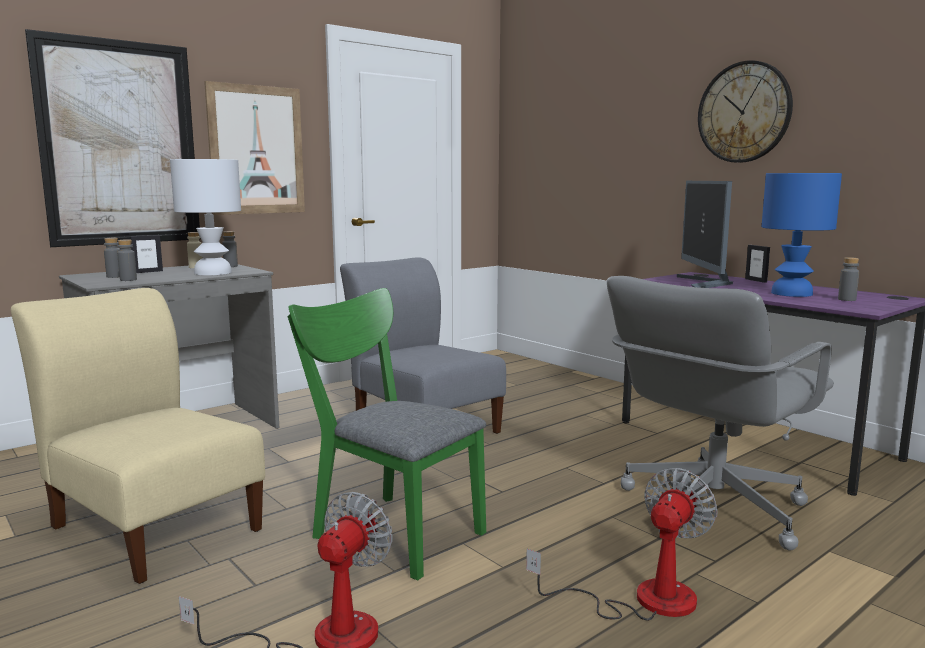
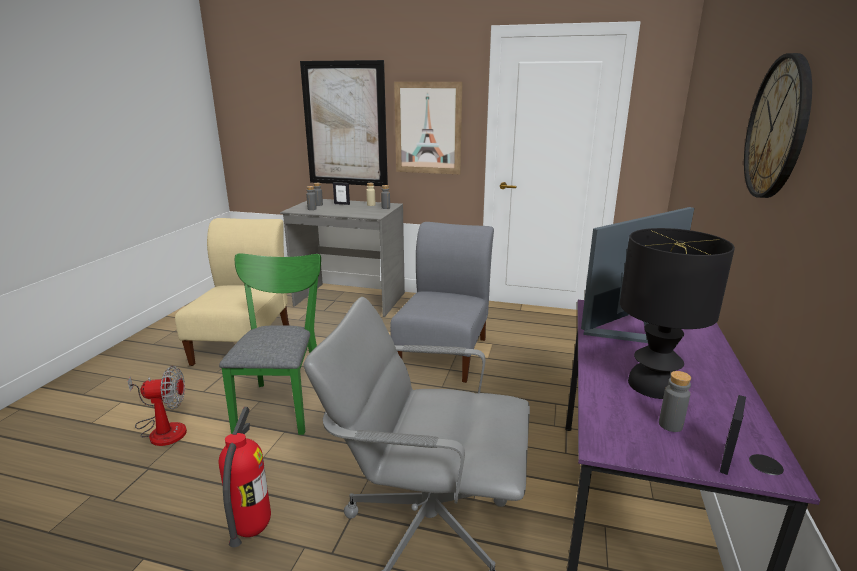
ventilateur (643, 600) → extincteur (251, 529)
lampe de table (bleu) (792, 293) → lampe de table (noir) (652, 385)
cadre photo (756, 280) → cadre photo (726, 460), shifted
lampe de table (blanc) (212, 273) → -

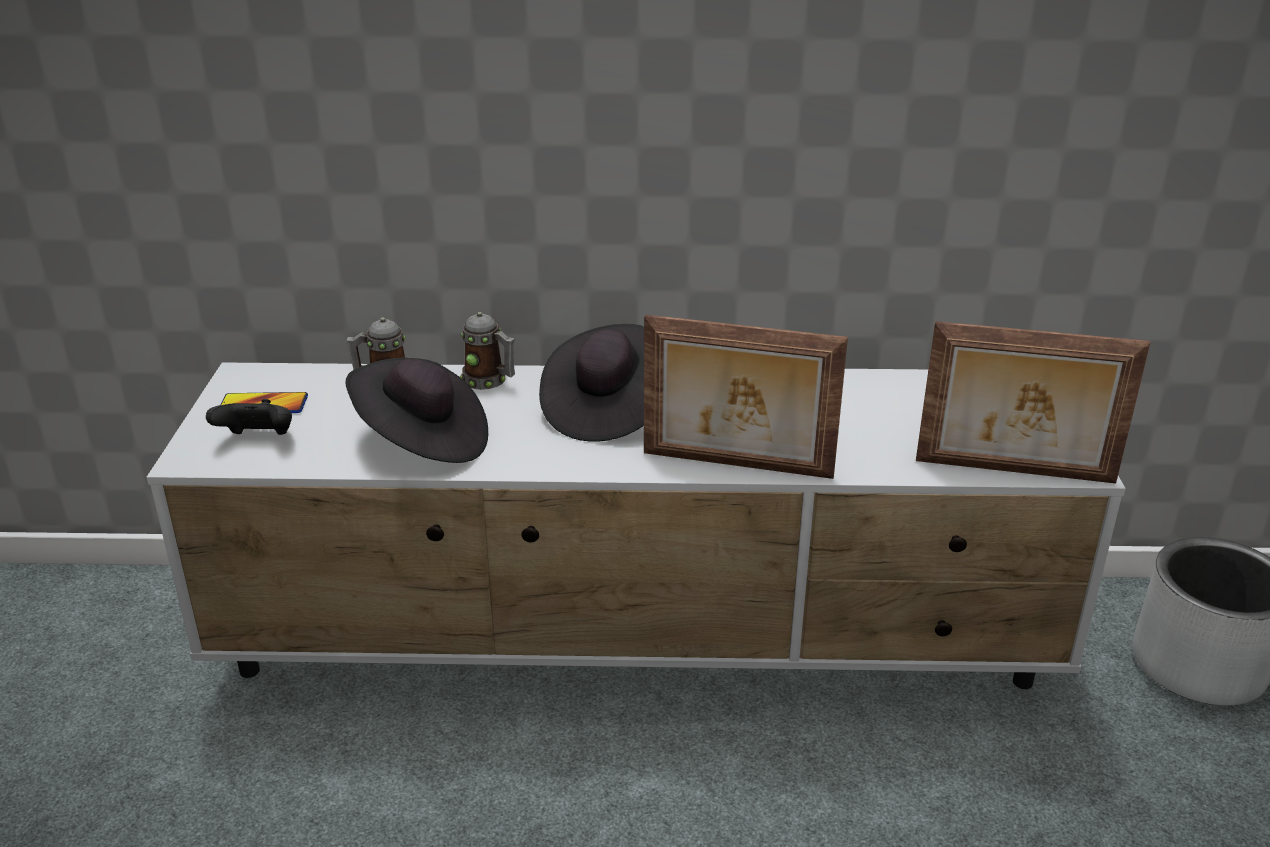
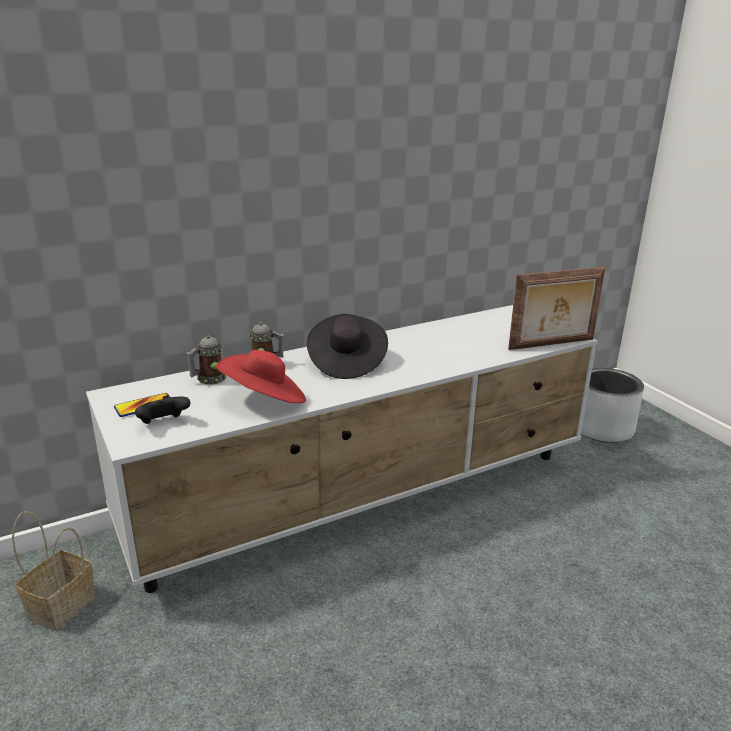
- → panier (61, 607)
chapeau (noir) (422, 441) → chapeau (rouge) (264, 399)
cadre photo (736, 466) → -

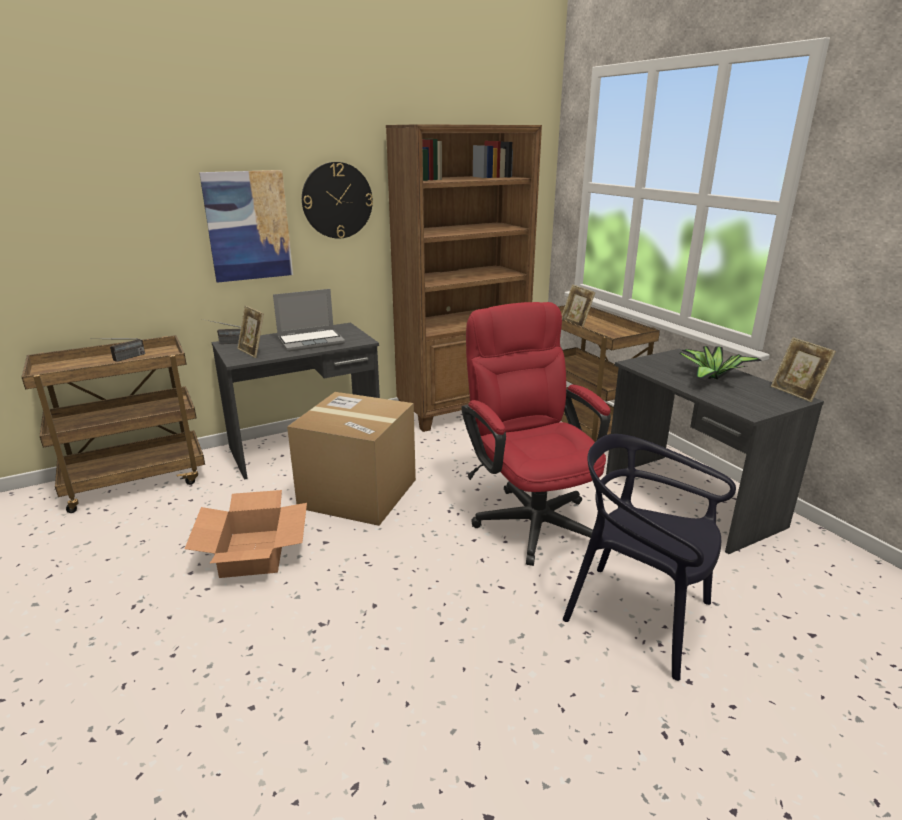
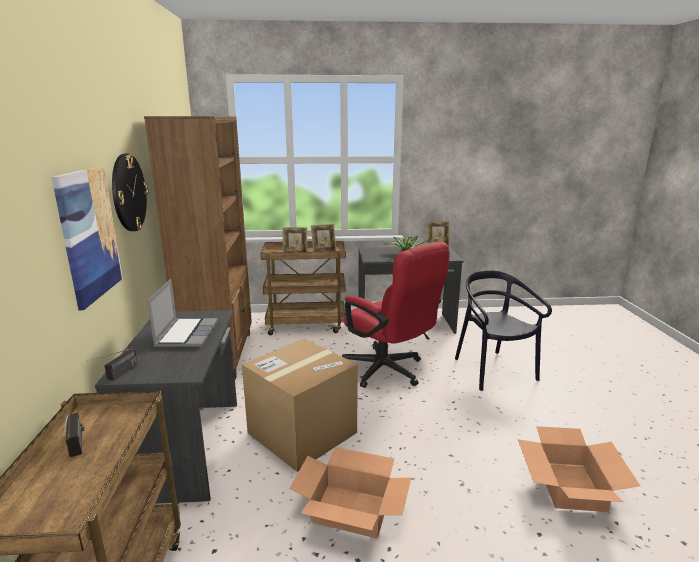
cadre photo (253, 352) → cadre photo (324, 251), shifted
chaise de bureau (rouge) (530, 516) → chaise de bureau (rouge) (389, 372), 135 degrees counterclockwise
chaise (noir) (638, 616) → chaise (noir) (493, 370), 105 degrees clockwise
- → carton (570, 486)

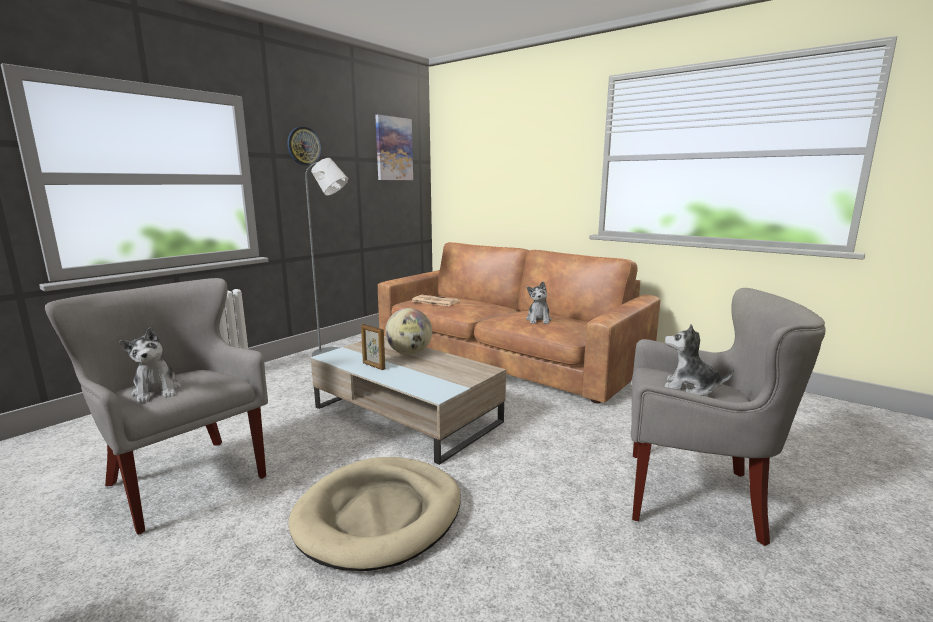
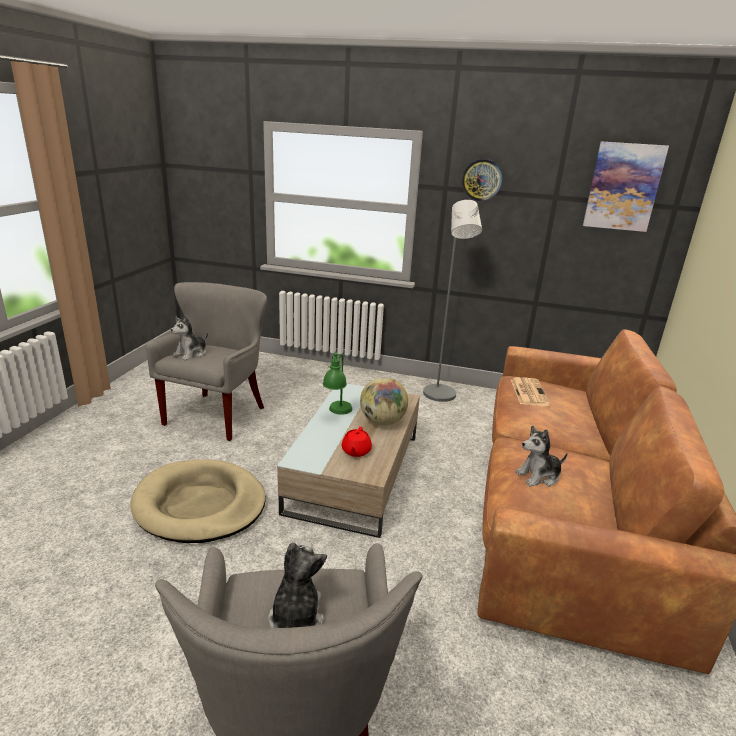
cadre photo (373, 366) → lampe de table (vert) (337, 413)
- → théière (rouge) (356, 451)

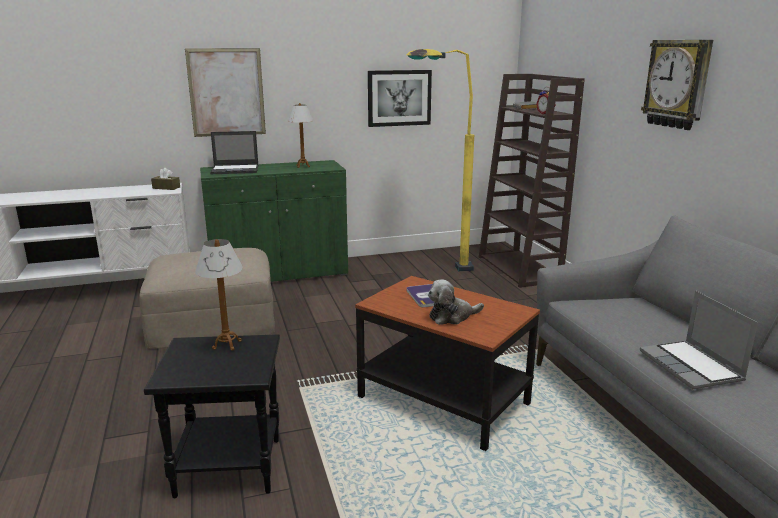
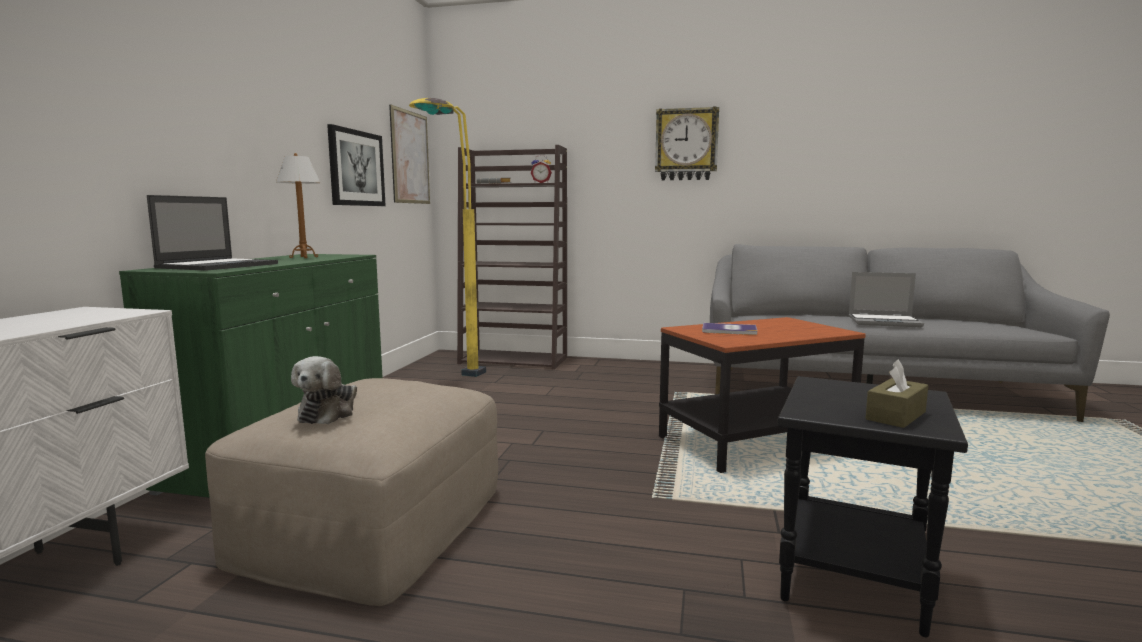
peluche (452, 316) → peluche (329, 413), shifted
tableau (226, 92) → tableau (410, 157), shifted
boîte à mouchoirs (marron) (166, 188) → boîte à mouchoirs (marron) (896, 415), shifted
lampe de table (227, 345) → -

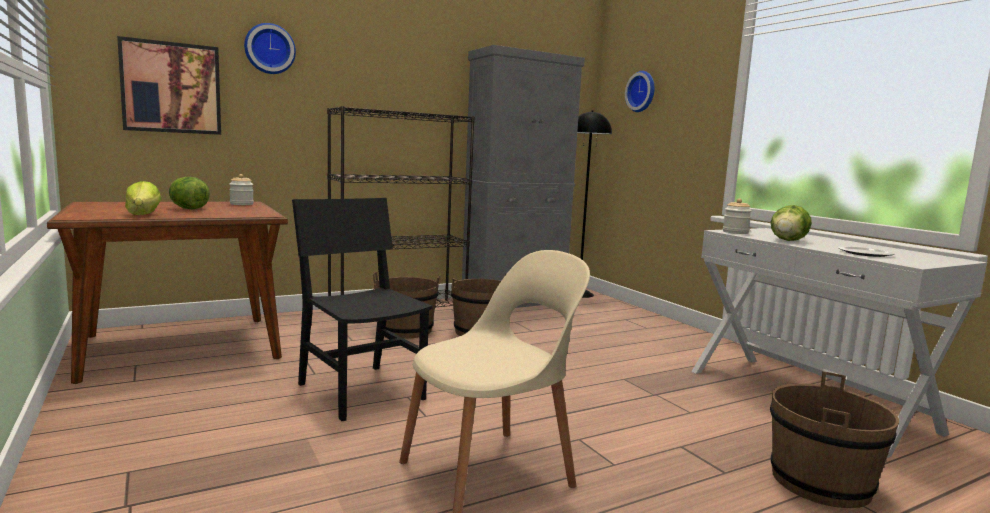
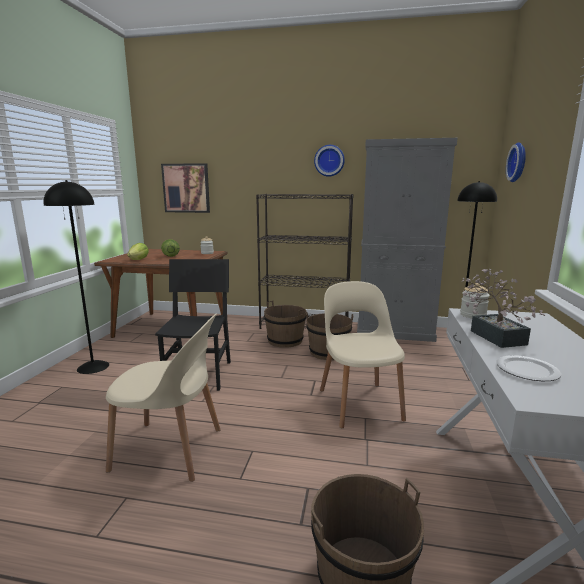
- → lampadaire (noir) (93, 367)
horloge murale (269, 49) → horloge murale (329, 160), shifted
- → chaise (beige) (359, 403)
laitue (788, 241) → plante en pot (494, 335)

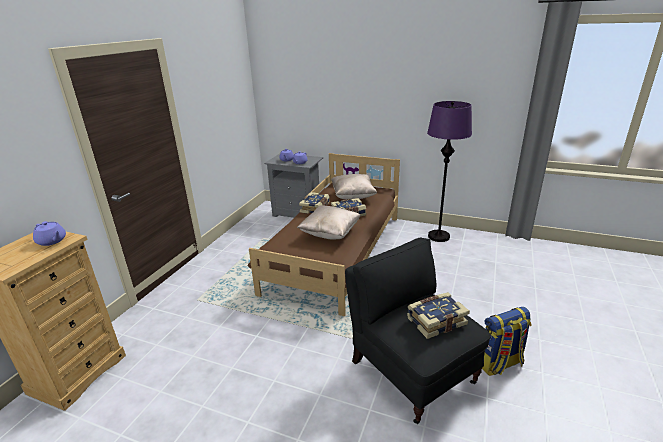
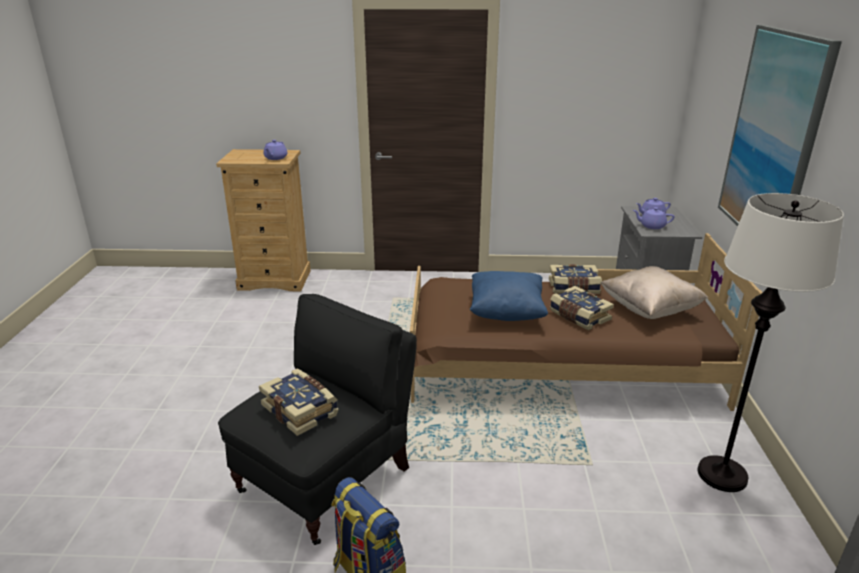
coussin (beige) (330, 233) → coussin (bleu) (506, 312)
lampadaire (violet) (439, 236) → lampadaire (blanc) (722, 475)
- → tableau (772, 138)

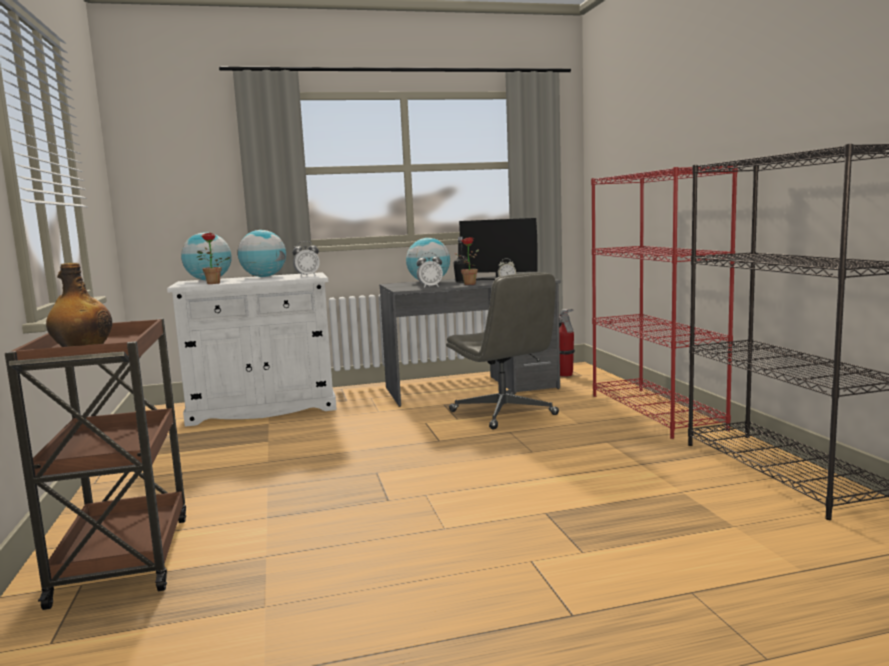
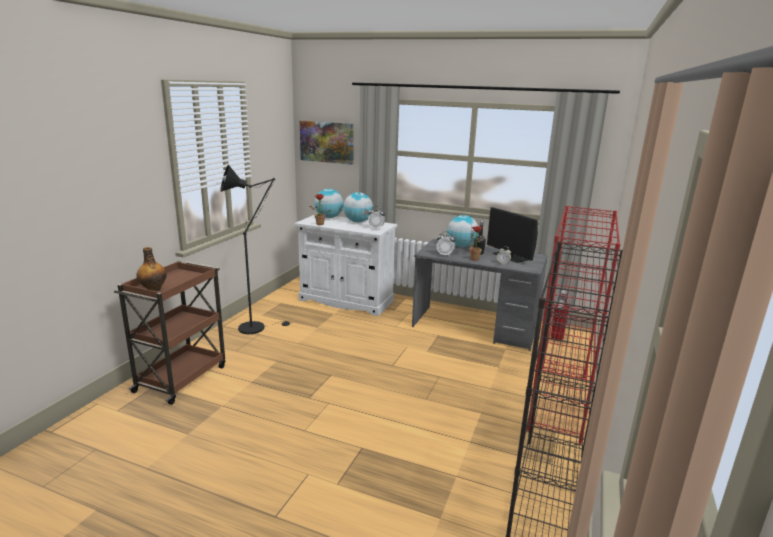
- → lampadaire (noir) (256, 327)
- → tableau (327, 142)
chaise de bureau (gris) (504, 413) → -

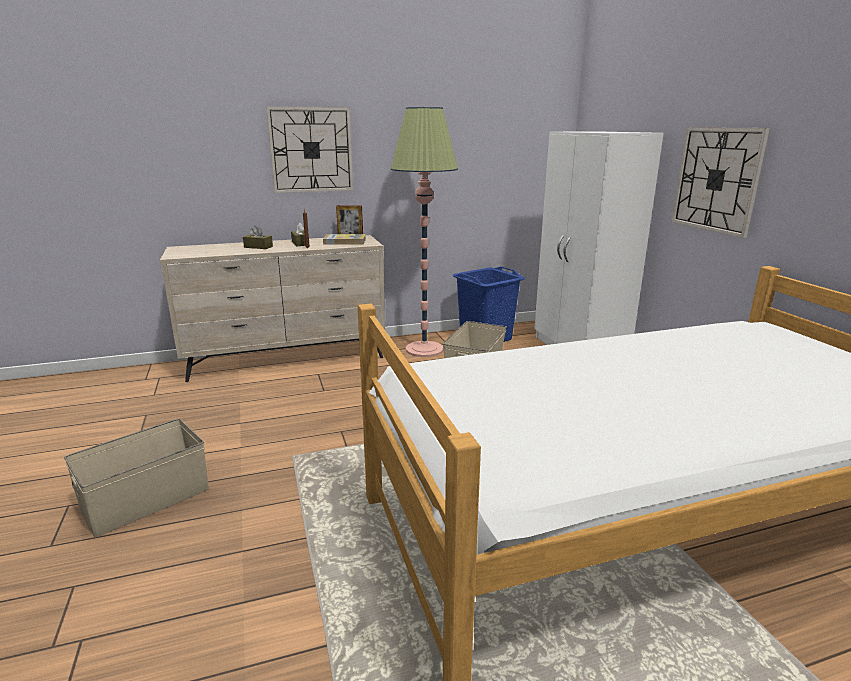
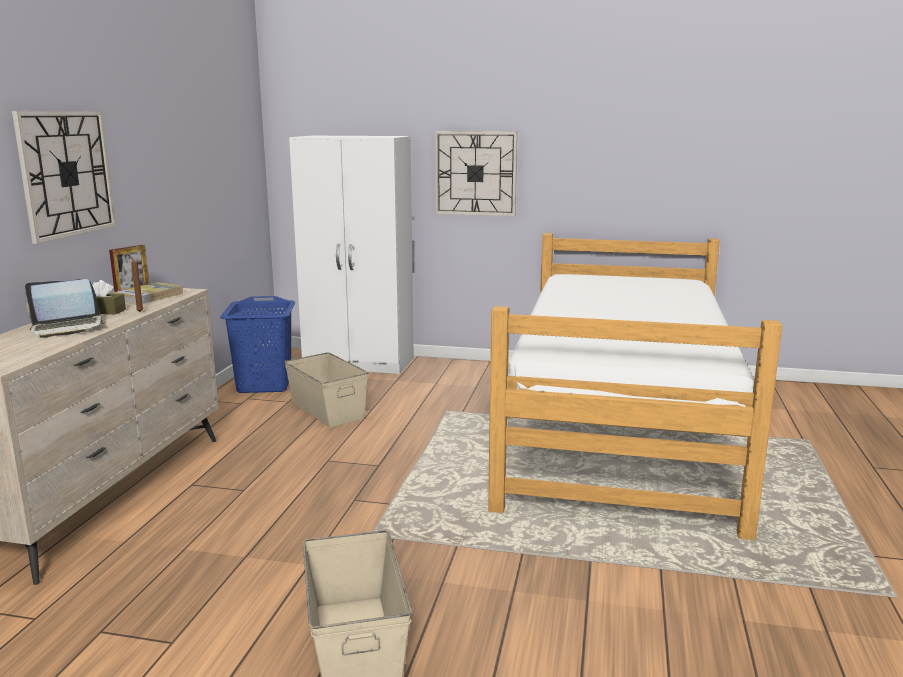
boîte à mouchoirs (marron) (258, 247) → ordinateur portable (68, 328)
lampadaire (424, 349) → -

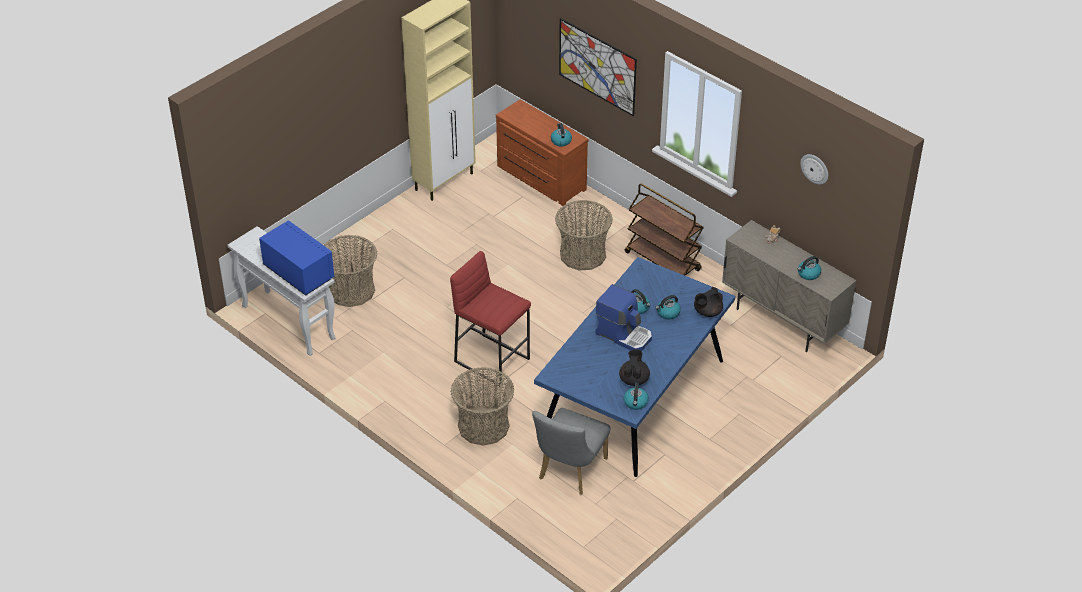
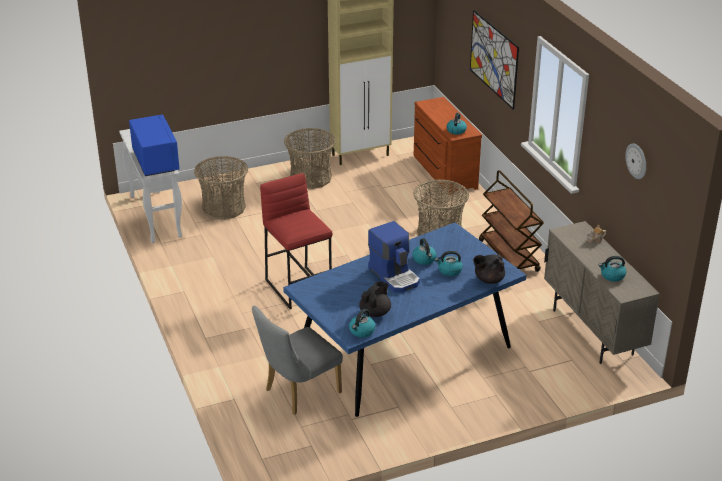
panier (483, 426) → panier (311, 178), shifted

